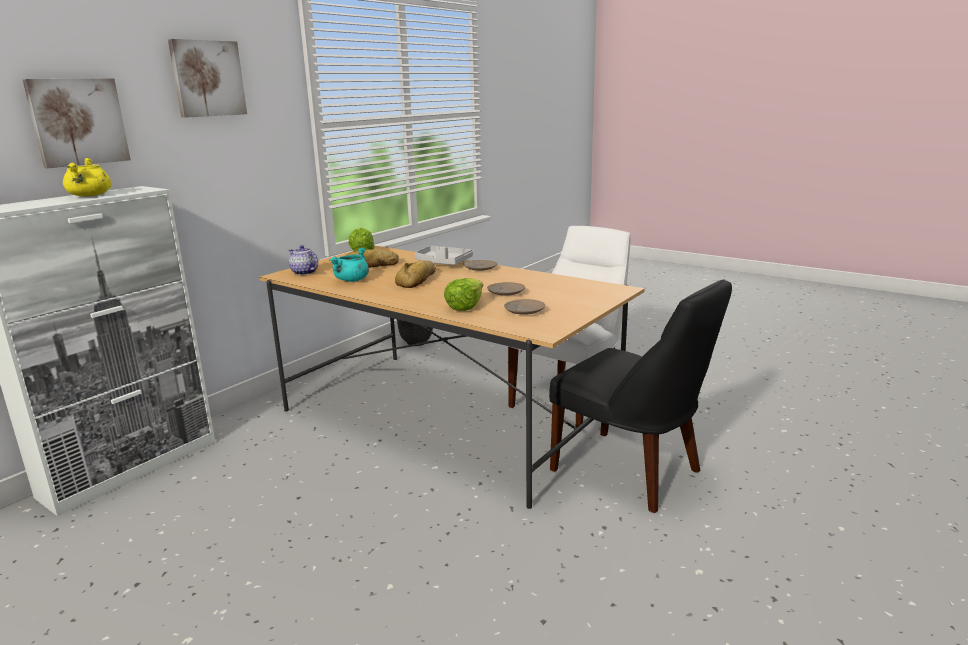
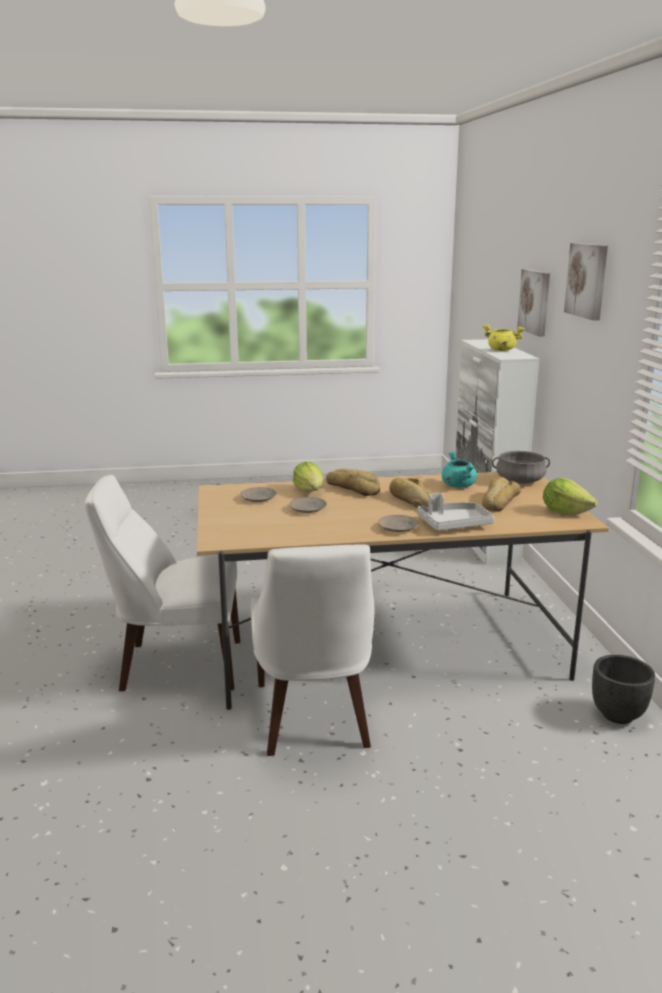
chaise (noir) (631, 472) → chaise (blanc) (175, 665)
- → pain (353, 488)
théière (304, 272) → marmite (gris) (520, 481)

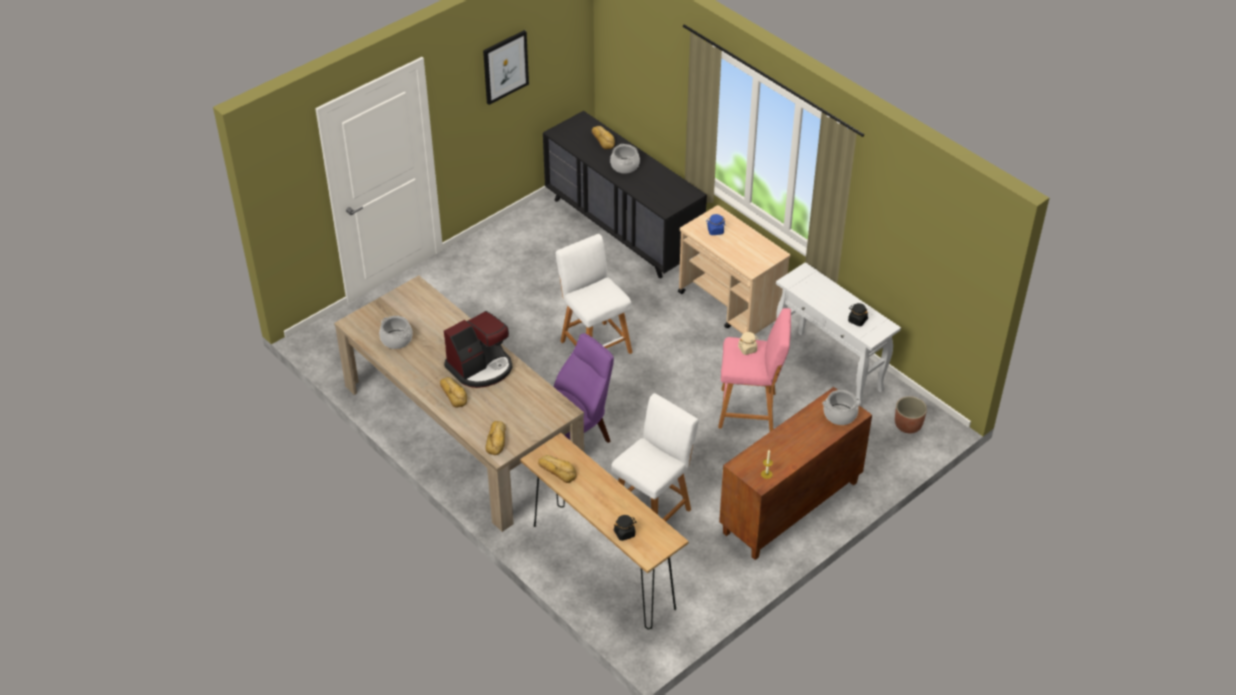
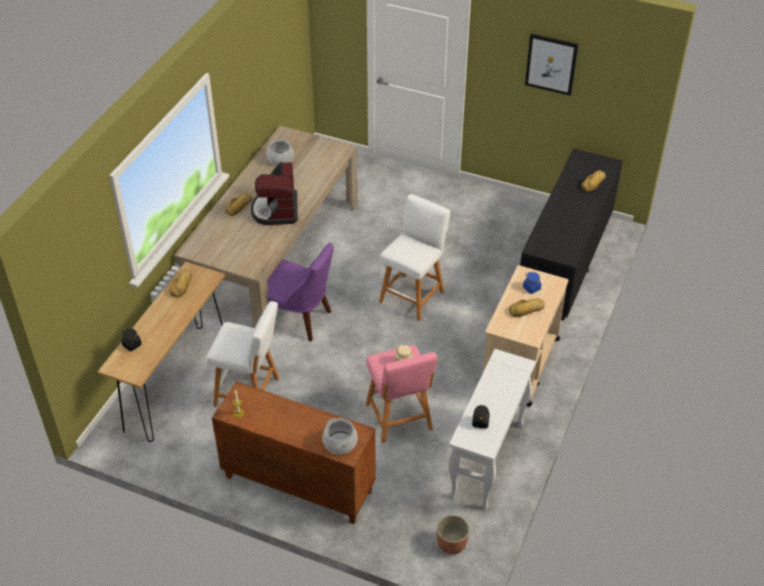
machine à café (481, 367) → machine à café (276, 210), 60 degrees clockwise
pain (497, 440) → pain (527, 310), shifted
marmite (625, 166) → -

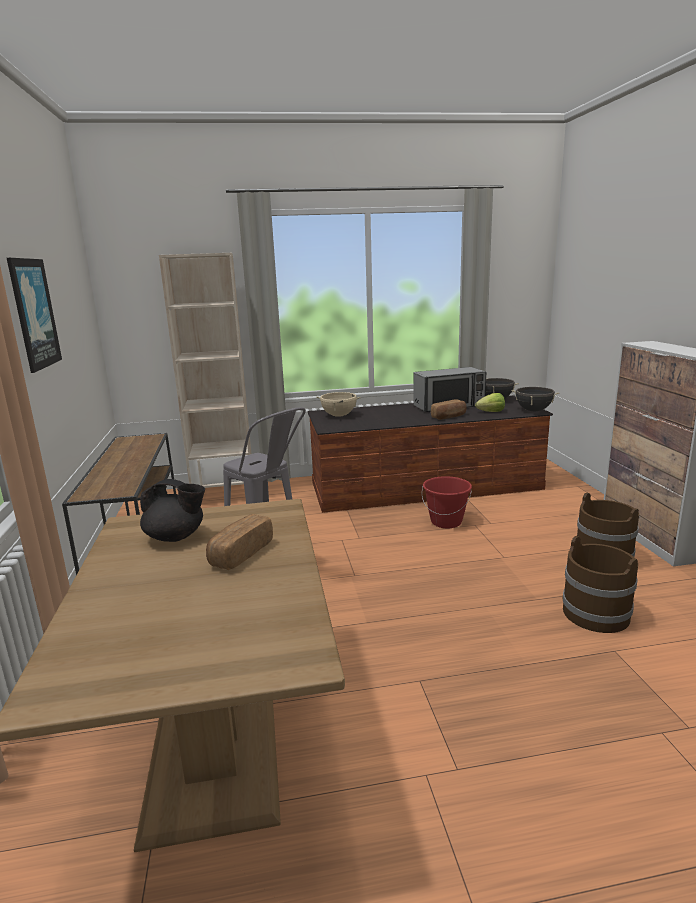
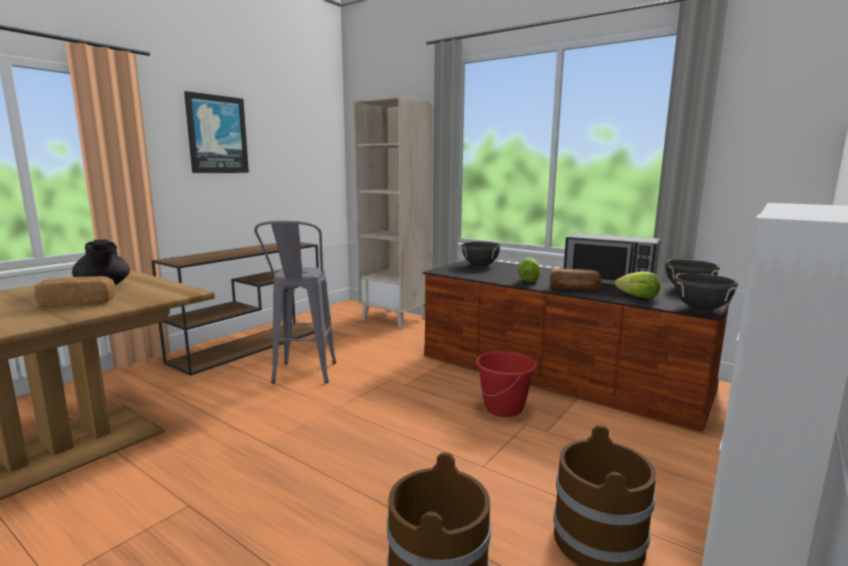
marmite (beige) (339, 415) → marmite (noir) (480, 265)
- → laitue (529, 280)

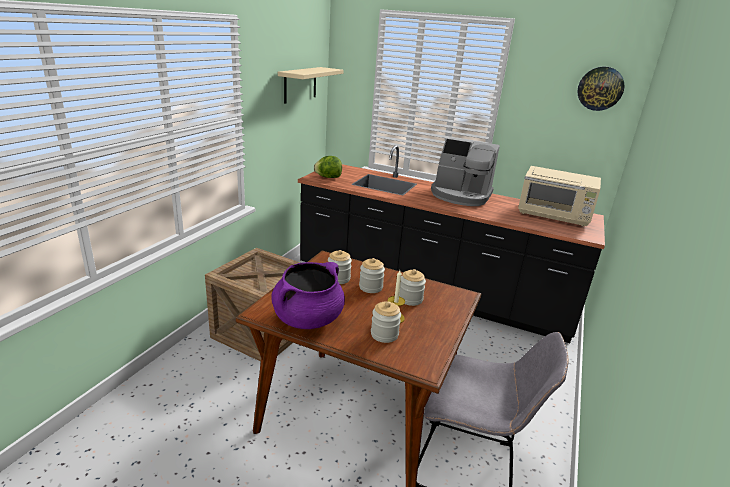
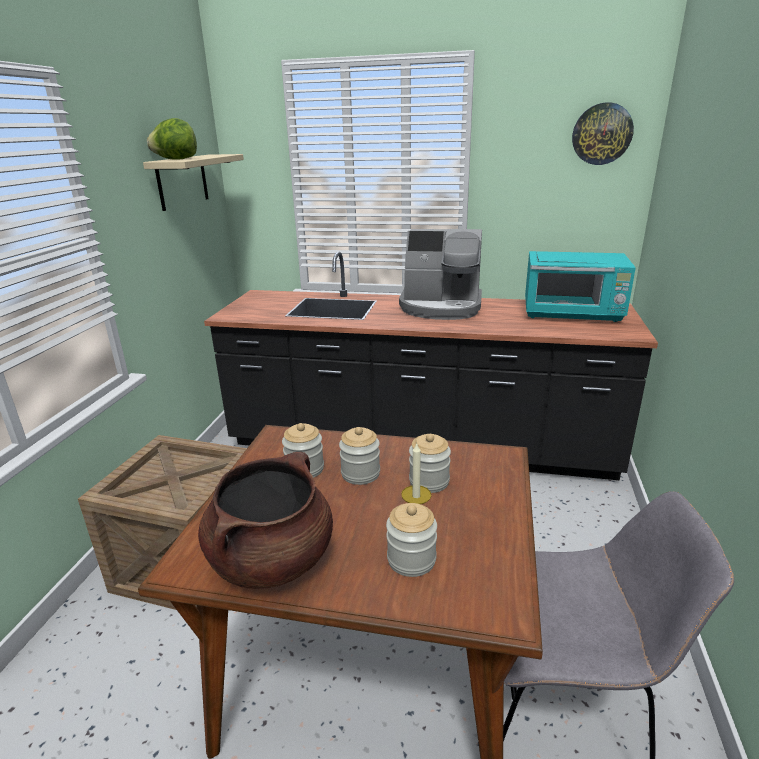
laitue (328, 177) → laitue (176, 159), shifted
marmite (violet) (308, 319) → marmite (marron) (272, 560)
micro-ondes (beige) (554, 216) → micro-ondes (turquoise) (573, 314)

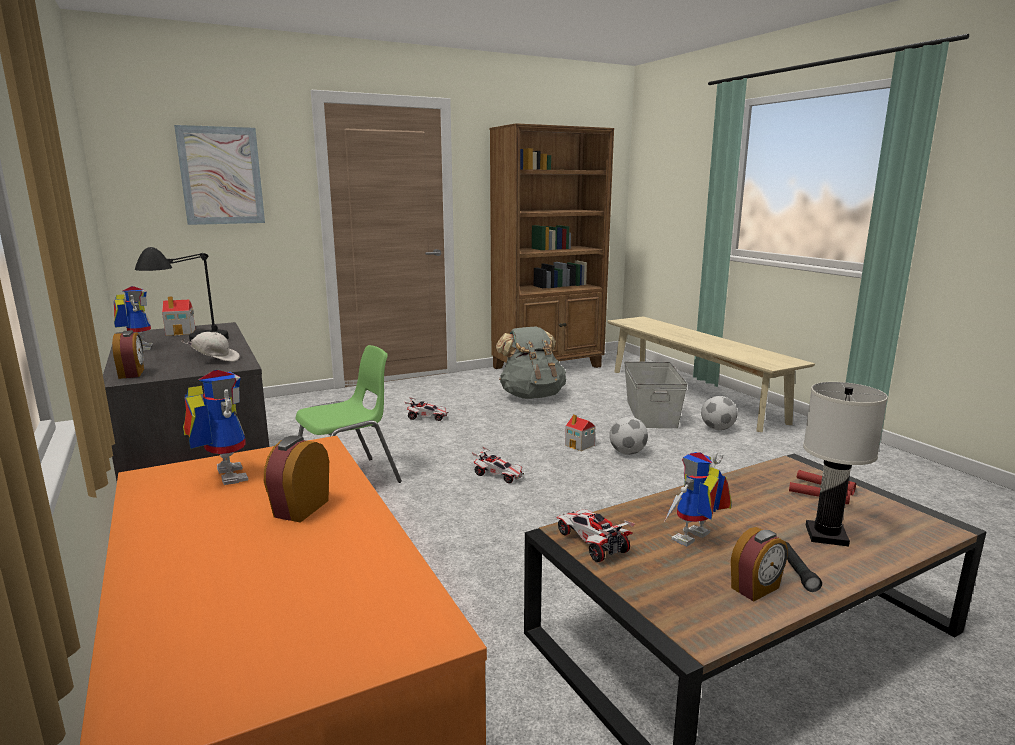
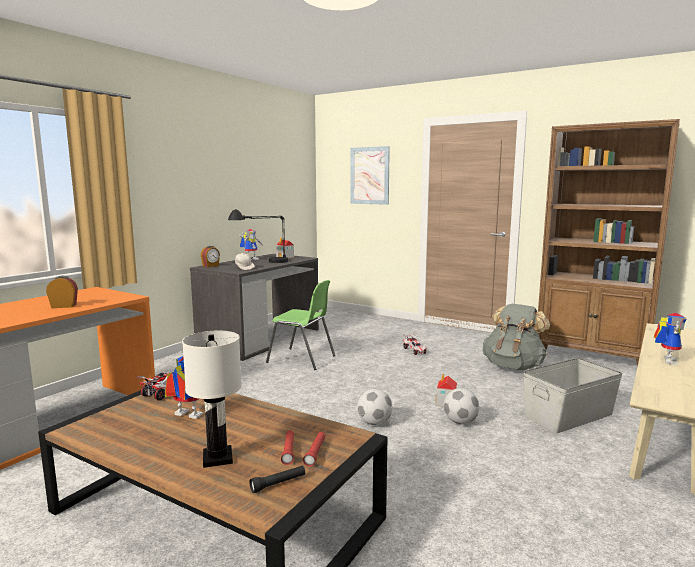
lampe de poche (noir) (797, 571) → lampe de poche (noir) (278, 484), shifted
ballon de foot (717, 429) → ballon de foot (374, 423), shifted
robot jouet (222, 475) → robot jouet (666, 360), shifted
petite voiture (498, 475) → -
réveil (756, 588) → -

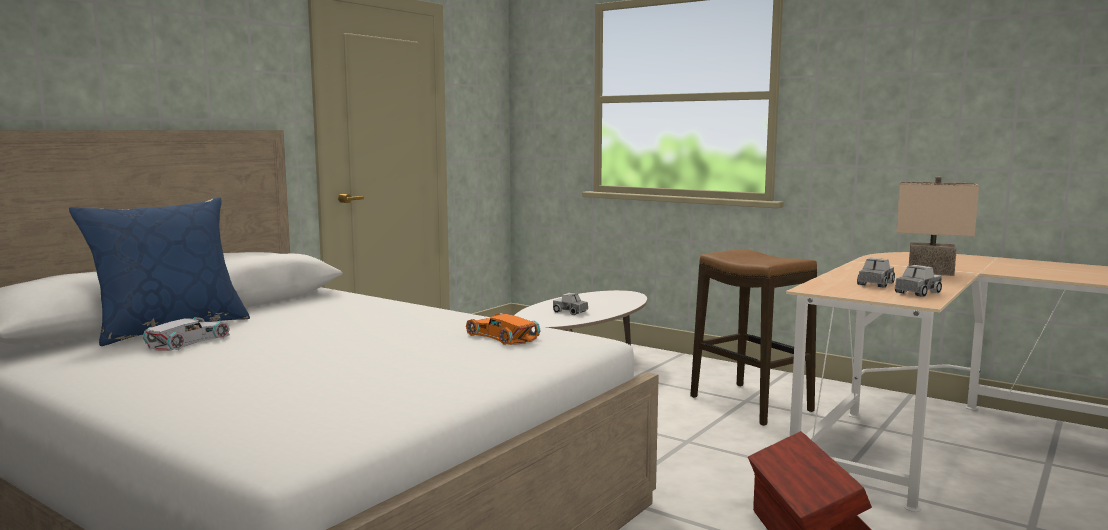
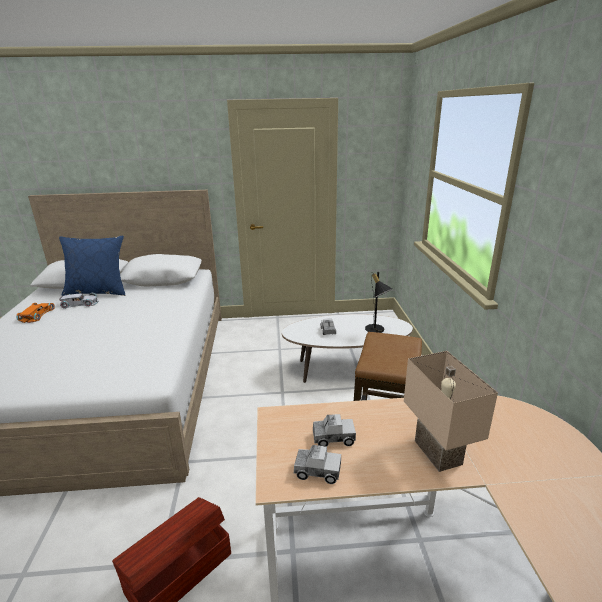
petite voiture (orange) (502, 336) → petite voiture (orange) (37, 314), shifted
- → lampe de table (noir) (376, 330)

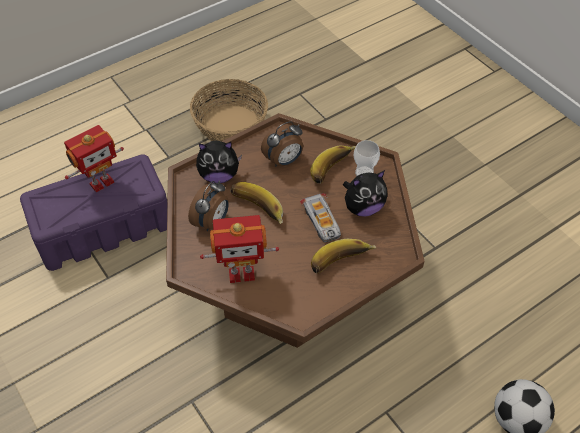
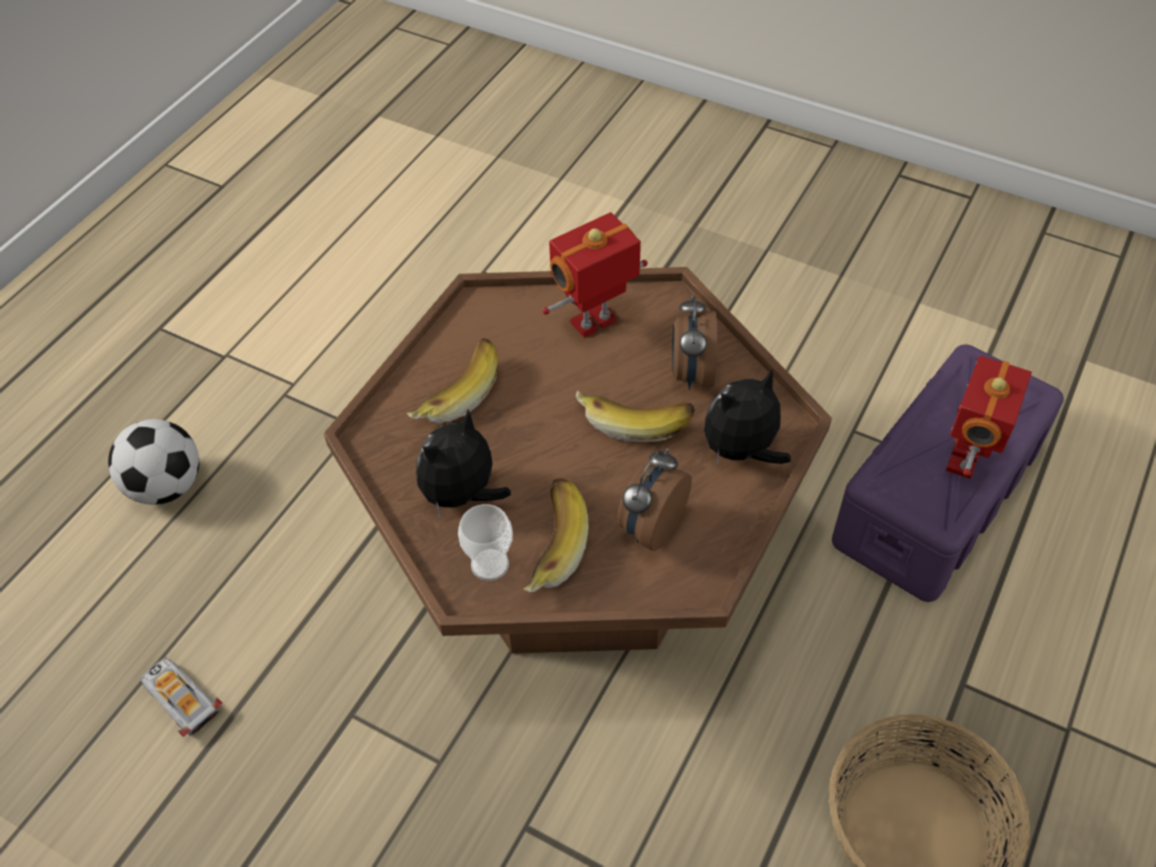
petite voiture (322, 221) → petite voiture (181, 699), shifted

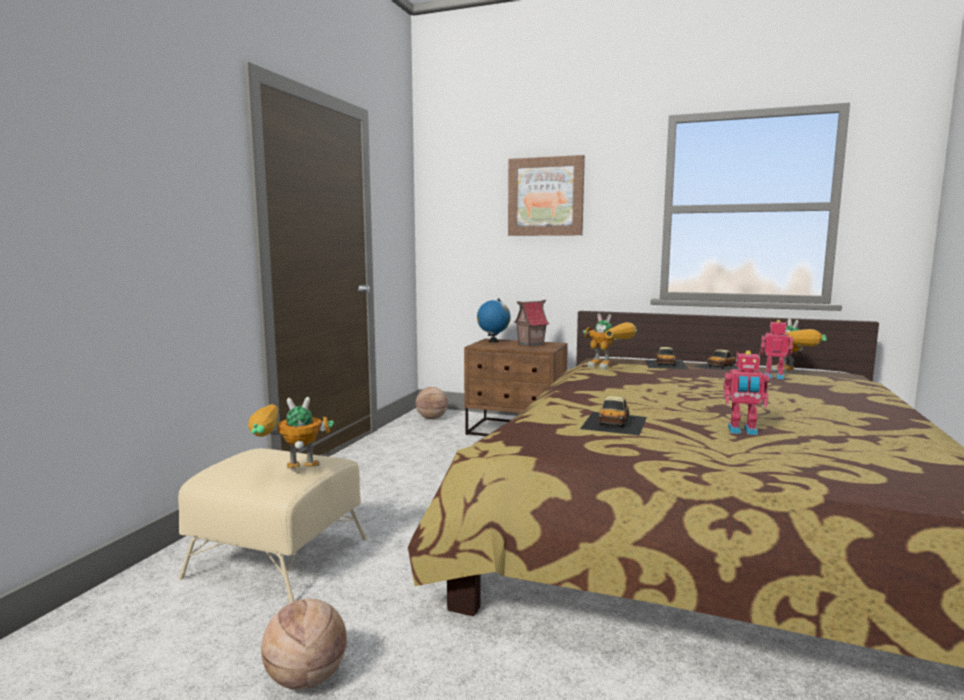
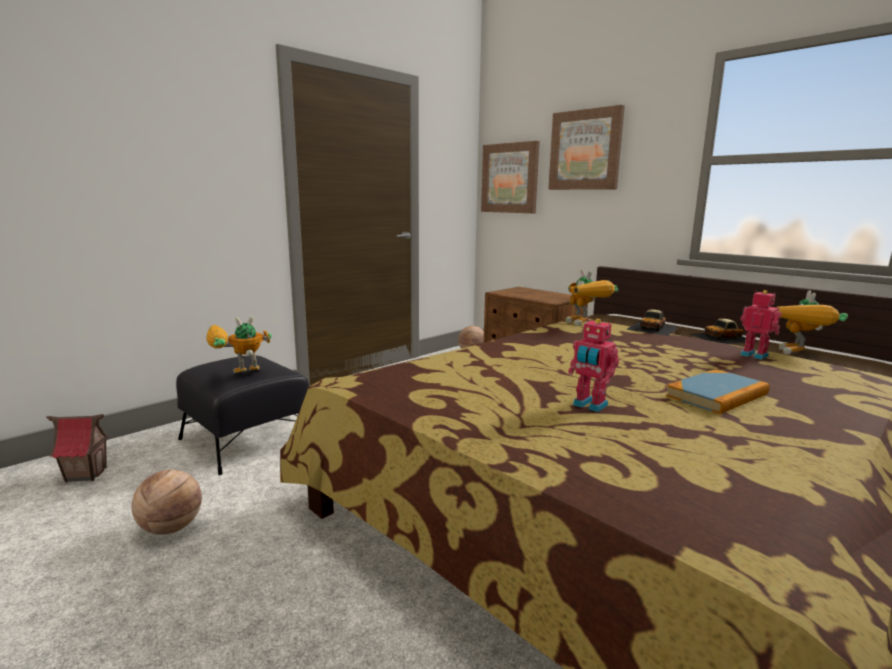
maison miniature (530, 344) → maison miniature (86, 474), shifted
pouf (beige) (279, 558) → pouf (noir) (247, 440)
robot jouet (288, 473) → robot jouet (237, 376), 45 degrees counterclockwise
- → tableau (510, 178)
- → livre (717, 395)
globe (493, 341) → -
petite voiture (615, 422) → -

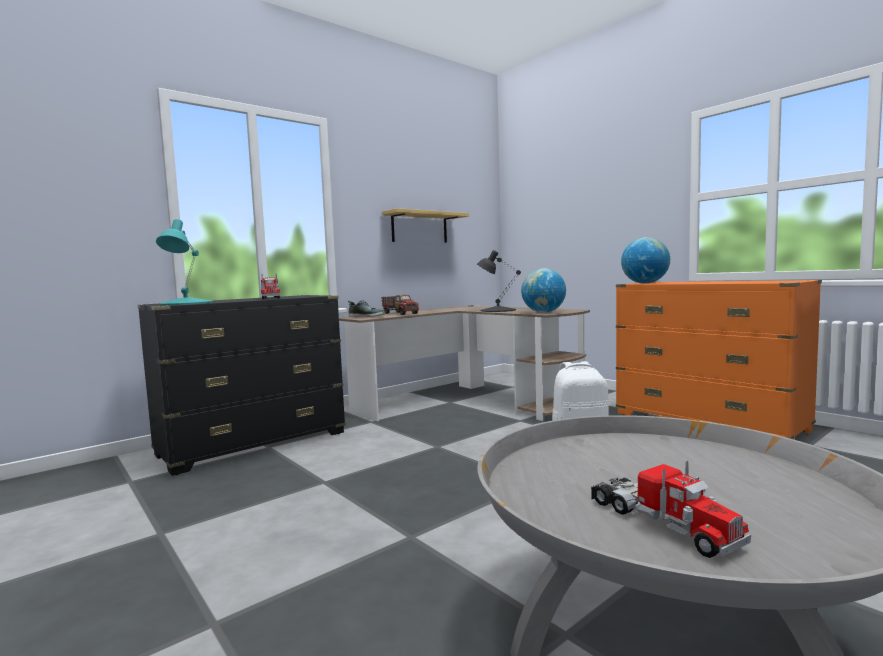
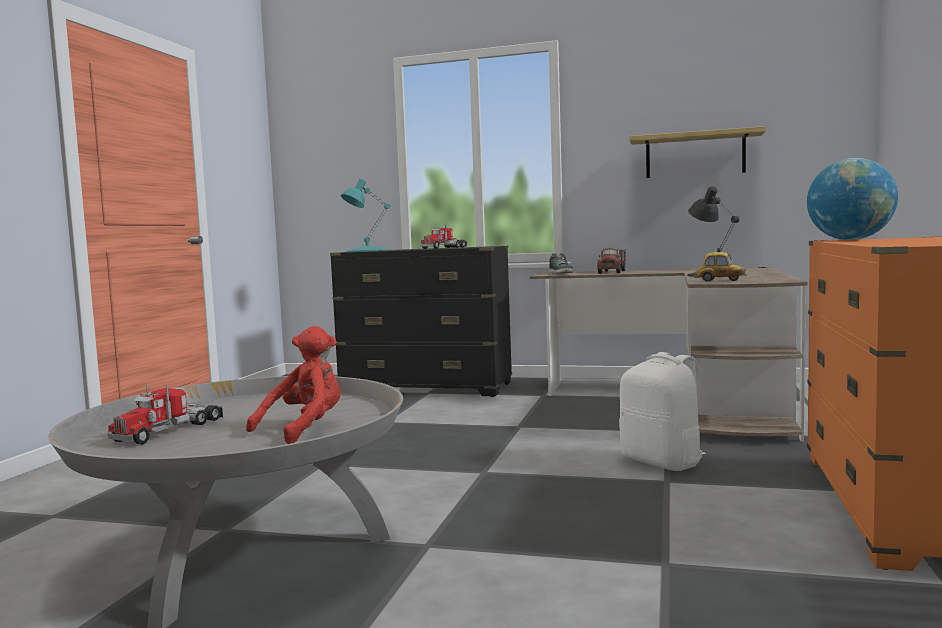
- → peluche (rouge) (305, 429)
globe (543, 312) → petite voiture (719, 280)

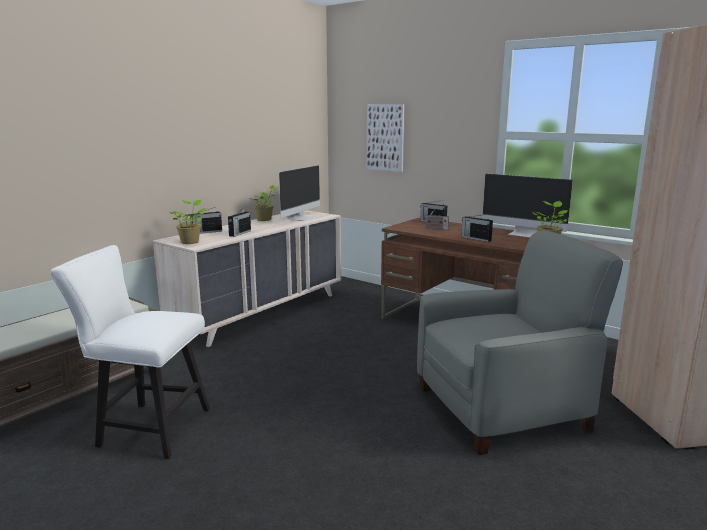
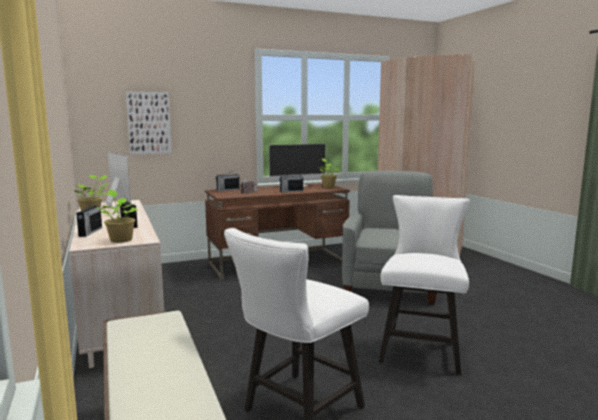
- → chaise (blanc) (421, 348)

